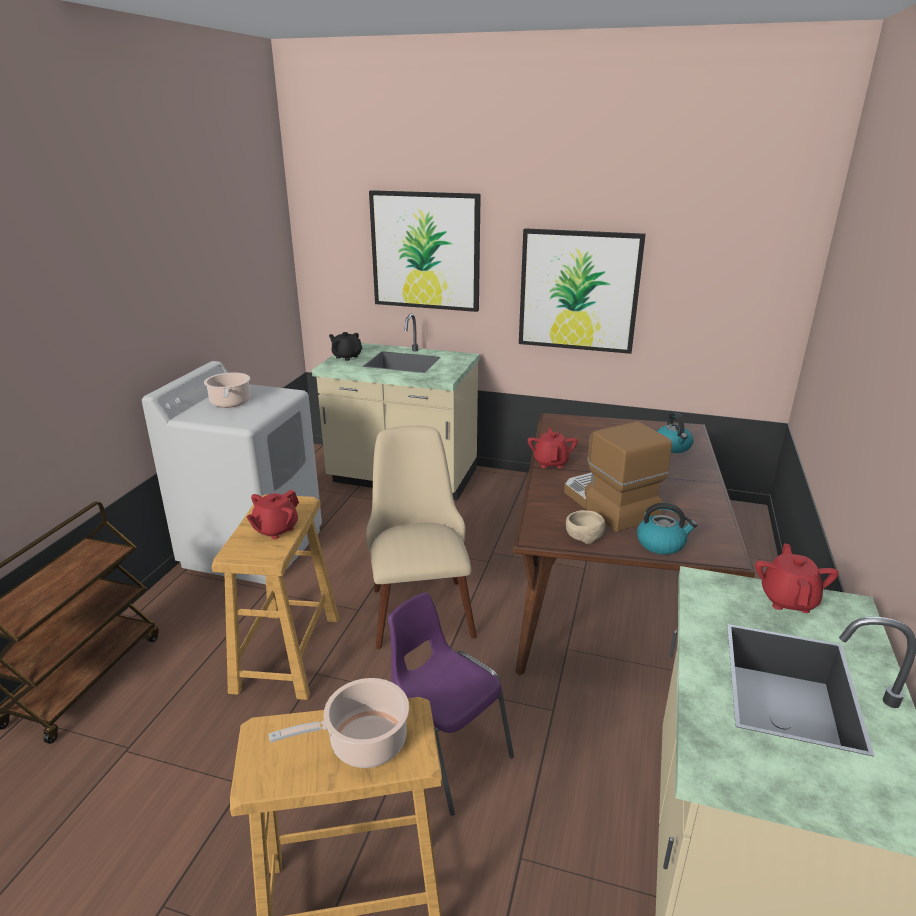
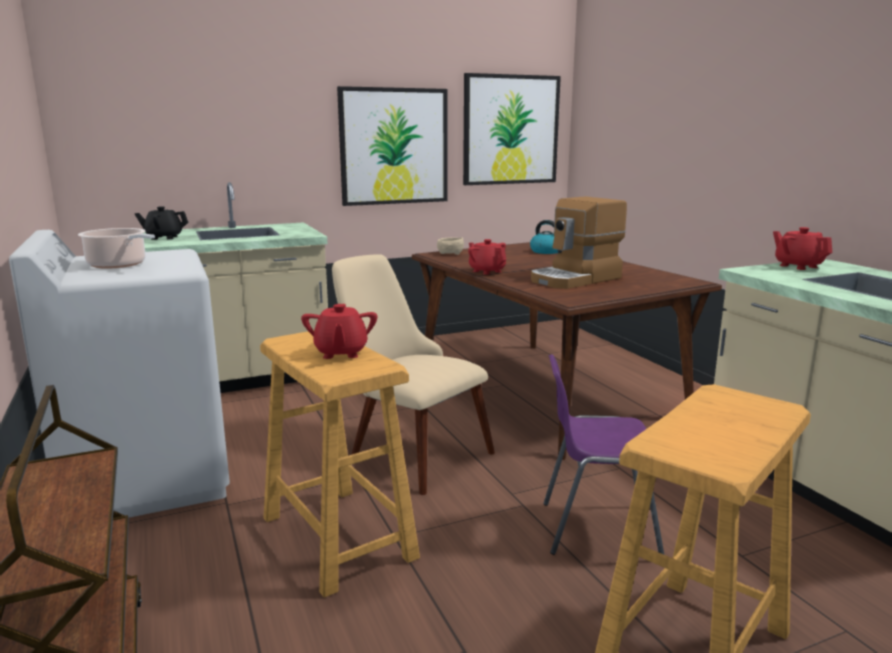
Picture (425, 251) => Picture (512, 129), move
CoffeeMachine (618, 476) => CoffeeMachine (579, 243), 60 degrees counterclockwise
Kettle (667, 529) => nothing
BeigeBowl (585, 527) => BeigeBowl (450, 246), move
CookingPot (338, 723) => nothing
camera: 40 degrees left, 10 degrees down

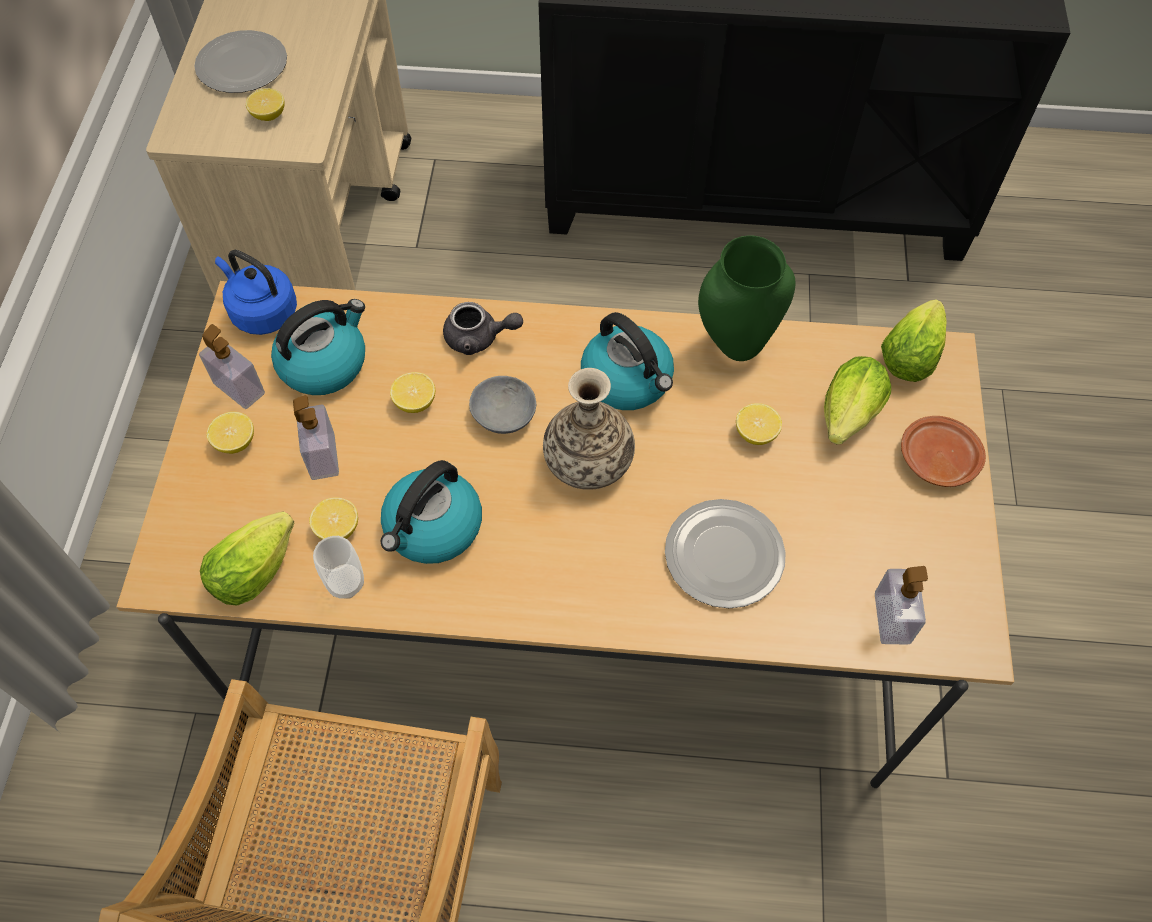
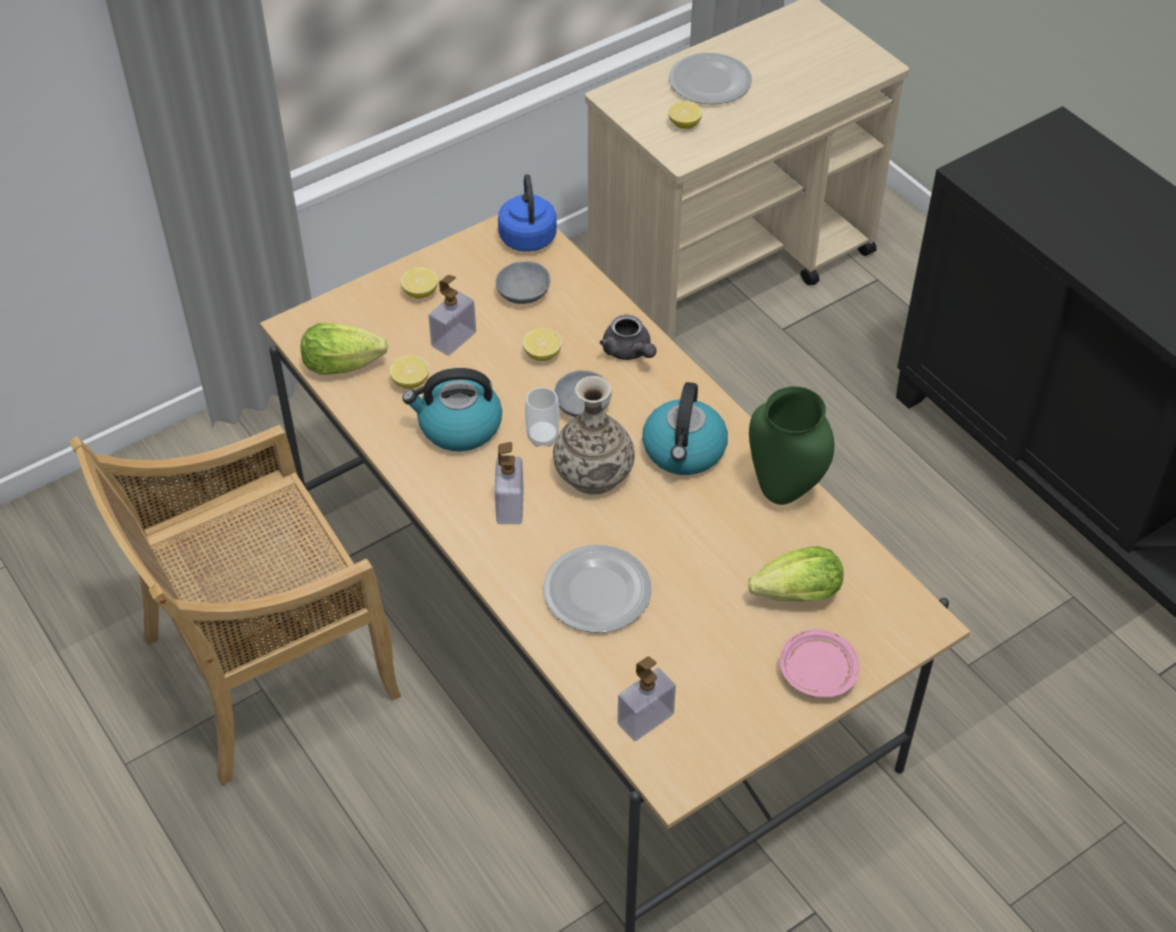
Kettle (318, 347) => GreyBowl (523, 282)
Lettuce (914, 340) => nothing
SoapDispenser (232, 366) => SoapDispenser (509, 483), move
Lemon (759, 424) => nothing
BrownPlate (943, 451) => PinkPlate (819, 663)
Cup (338, 567) => Cup (542, 417), move
camera: 50 degrees right, 10 degrees down

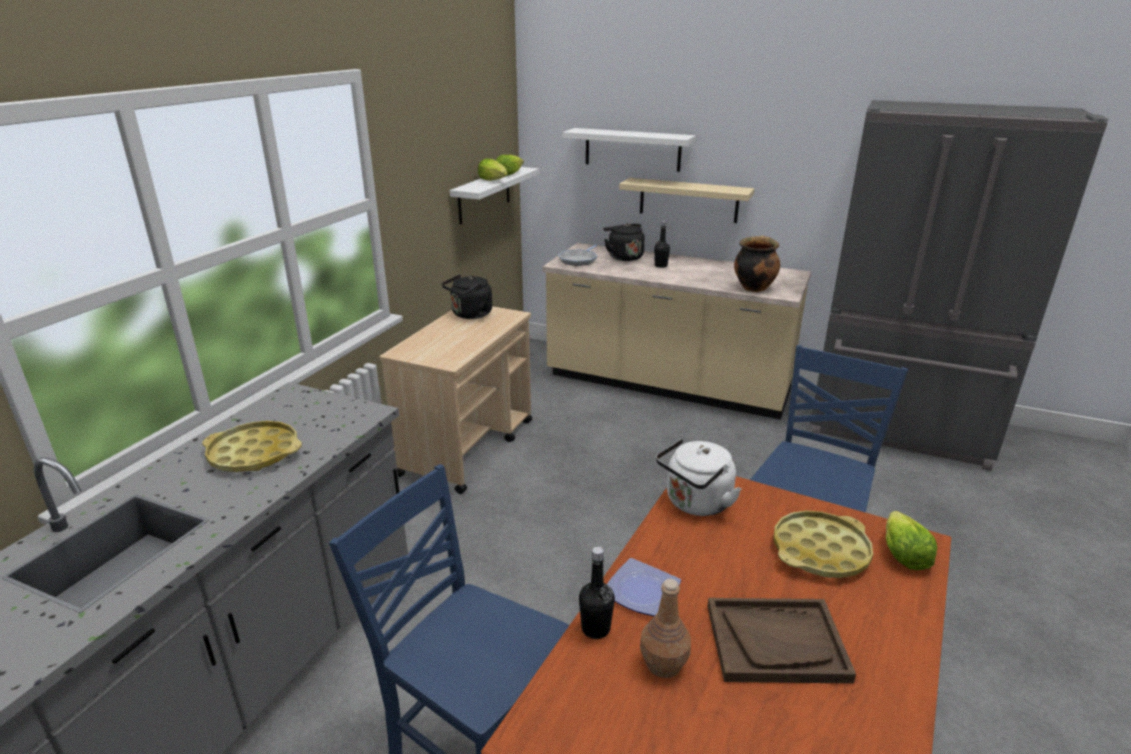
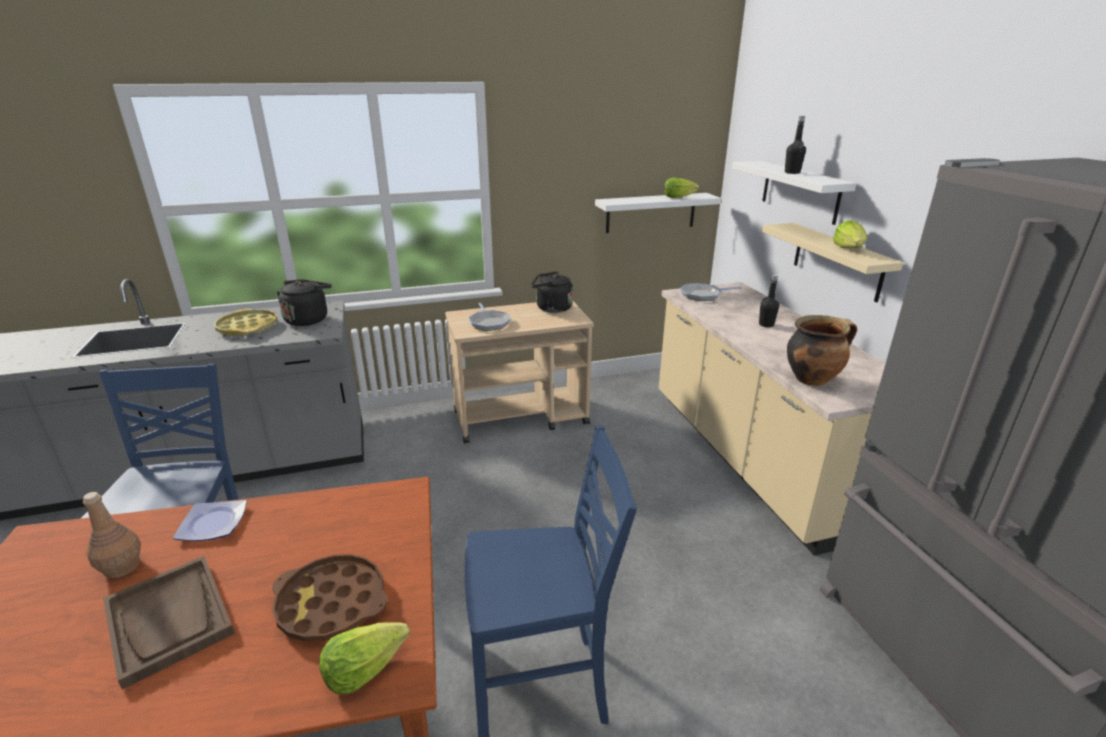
Lettuce (493, 170) => Lettuce (850, 234), move
BlackKettle (624, 242) => BlackKettle (304, 302), move
WhiteKettle (698, 477) => nothing
YellowTray (823, 544) => BrownTray (330, 598)
BlackBottle (597, 593) => BlackBottle (795, 145), move
nothing => FryingPan (489, 317)
camera: 50 degrees right, 0 degrees up

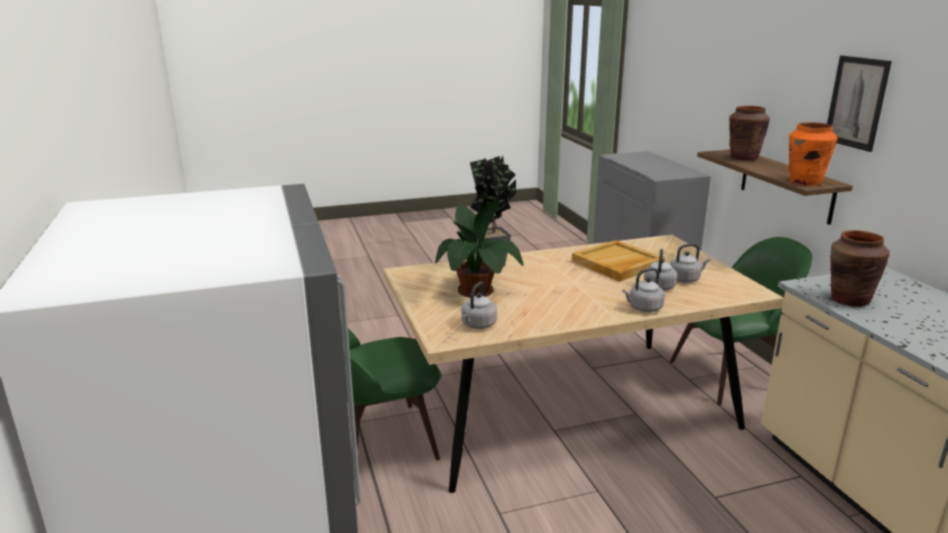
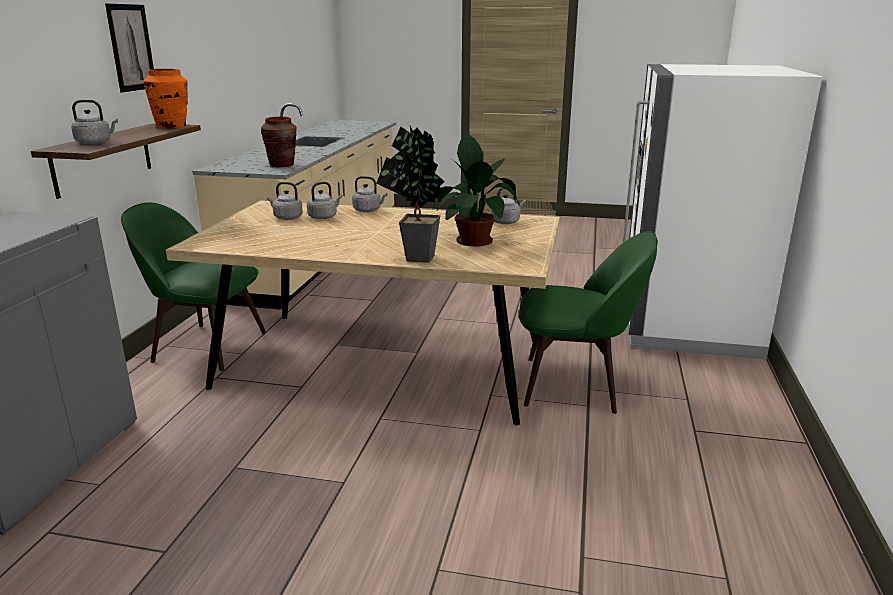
BrownVase (749, 133) => GreyKettle (95, 122)
BeigeTray (618, 261) => nothing
camera: 150 degrees left, 0 degrees up

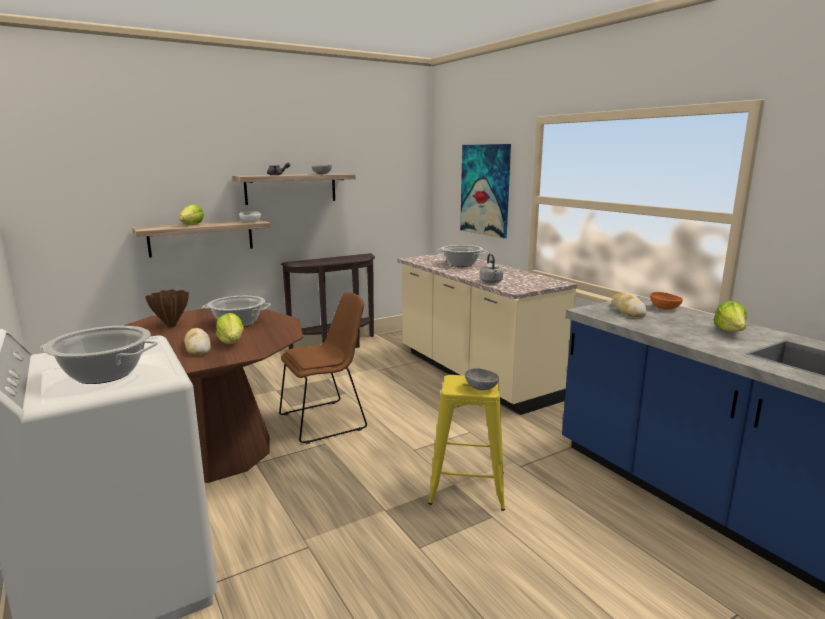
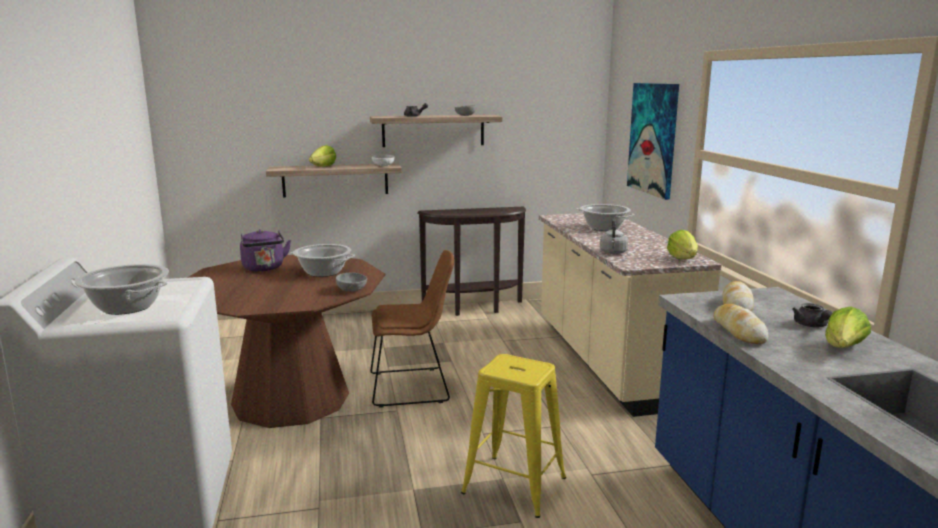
BrownVase (167, 308) => PurpleKettle (265, 250)
OrangeBowl (666, 301) => nothing
Lettuce (230, 328) => Lettuce (682, 244), move
Bread (197, 341) => Bread (740, 324), move
GreyBowl (482, 379) => GreyBowl (351, 282), move
nothing => GreyTeapot (812, 315)
camera: 20 degrees right, 0 degrees up

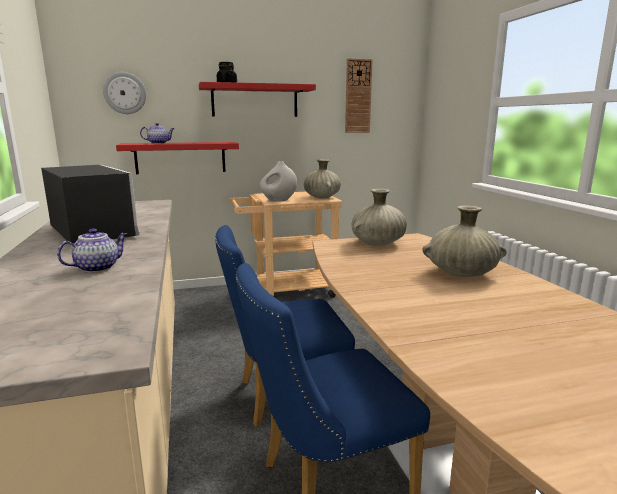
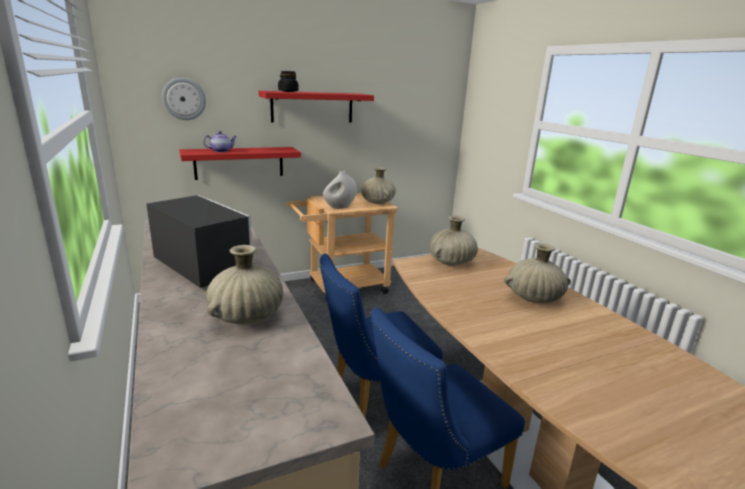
WallClock (359, 95) => nothing
Teapot (92, 250) => BeigeVase (244, 285)
camera: 10 degrees left, 5 degrees up

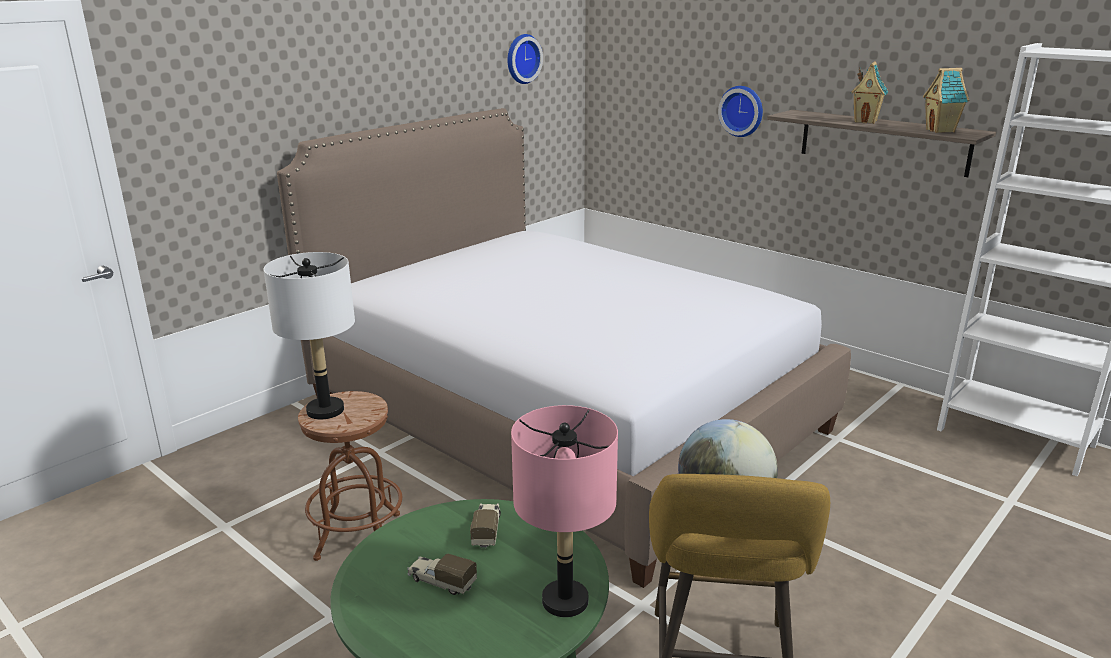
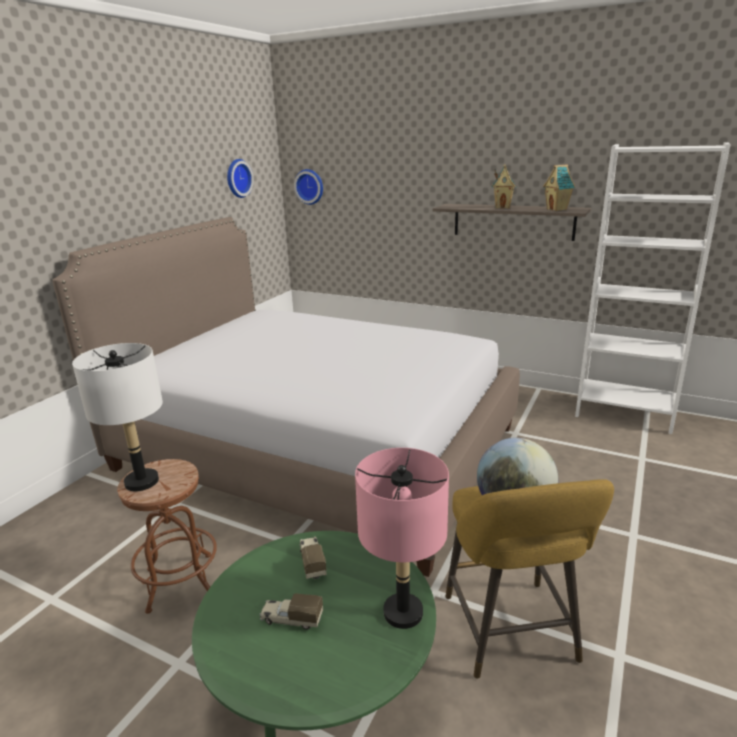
WallClock (740, 111) => WallClock (308, 187), move
camera: 15 degrees left, 0 degrees up

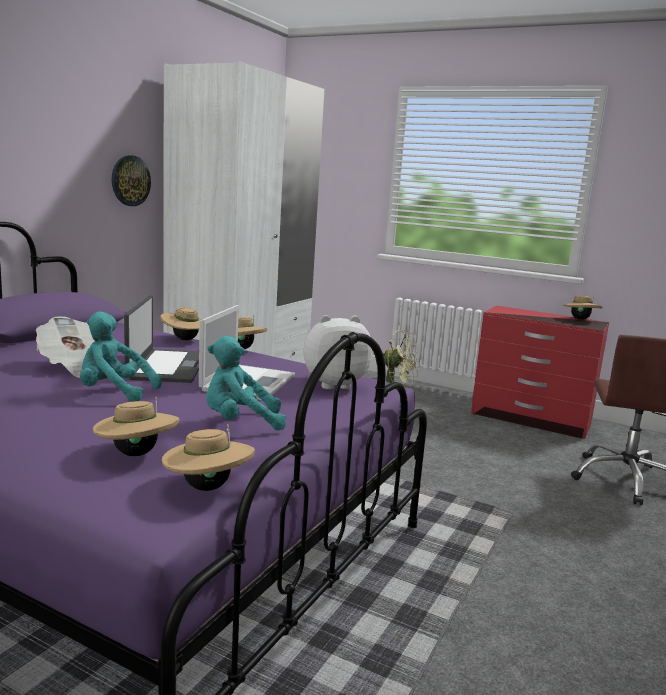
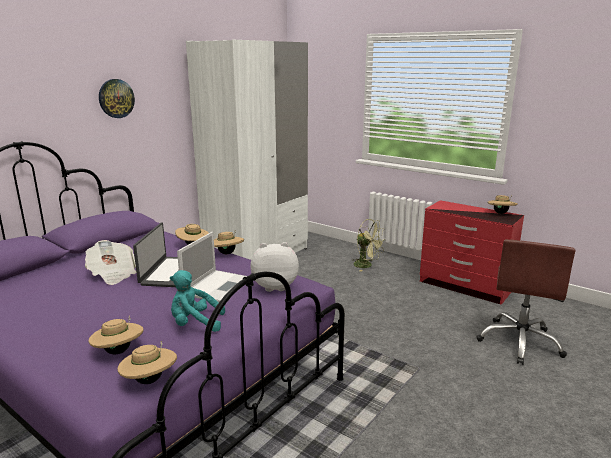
WallClock (131, 180) => WallClock (117, 98), move
TurquoisePlushToy (121, 356) => nothing
camera: 10 degrees right, 5 degrees up

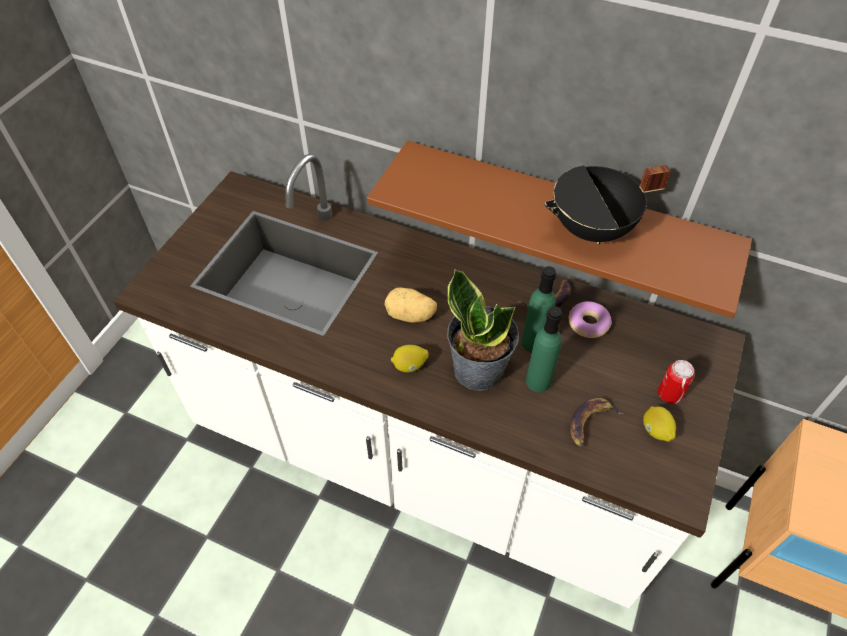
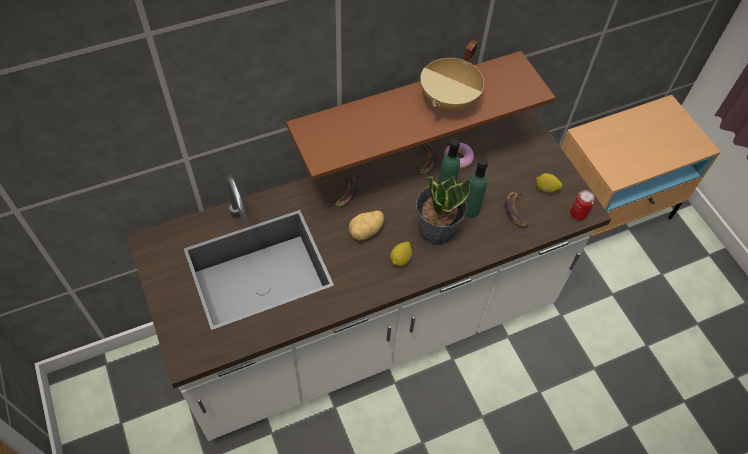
BlackCookingPot (607, 204) => BeigeCookingPot (452, 75)
Can (676, 382) => Can (582, 205), move
nothing => Banana (341, 190)
camera: 50 degrees left, 5 degrees up

